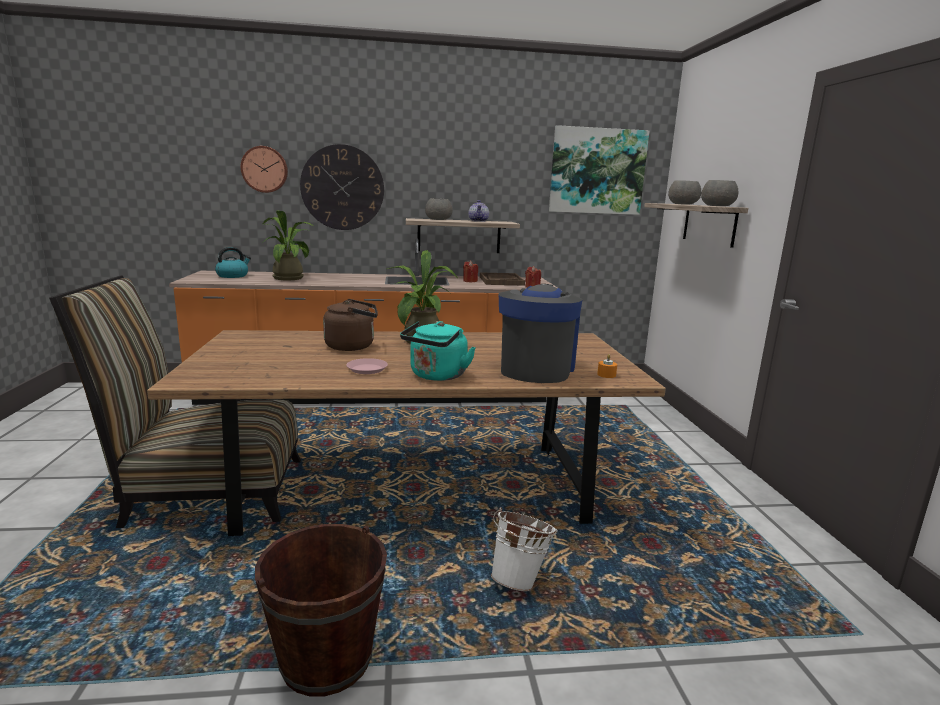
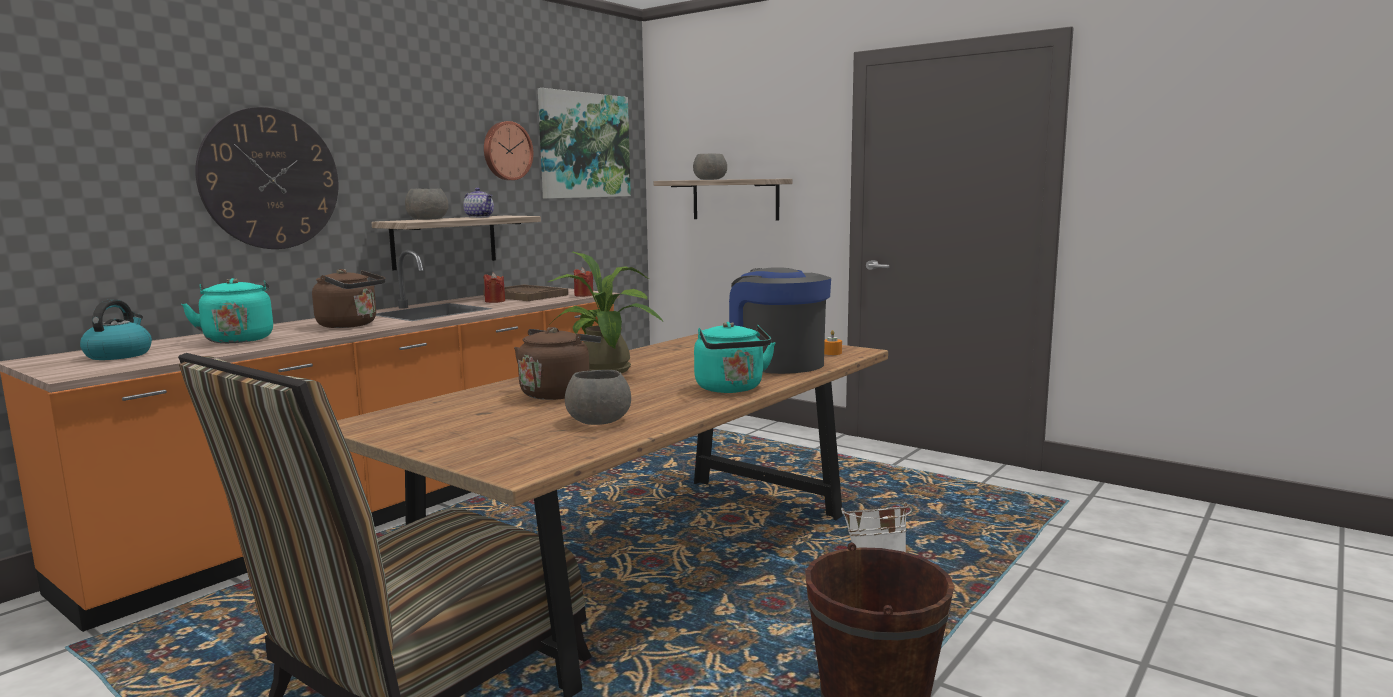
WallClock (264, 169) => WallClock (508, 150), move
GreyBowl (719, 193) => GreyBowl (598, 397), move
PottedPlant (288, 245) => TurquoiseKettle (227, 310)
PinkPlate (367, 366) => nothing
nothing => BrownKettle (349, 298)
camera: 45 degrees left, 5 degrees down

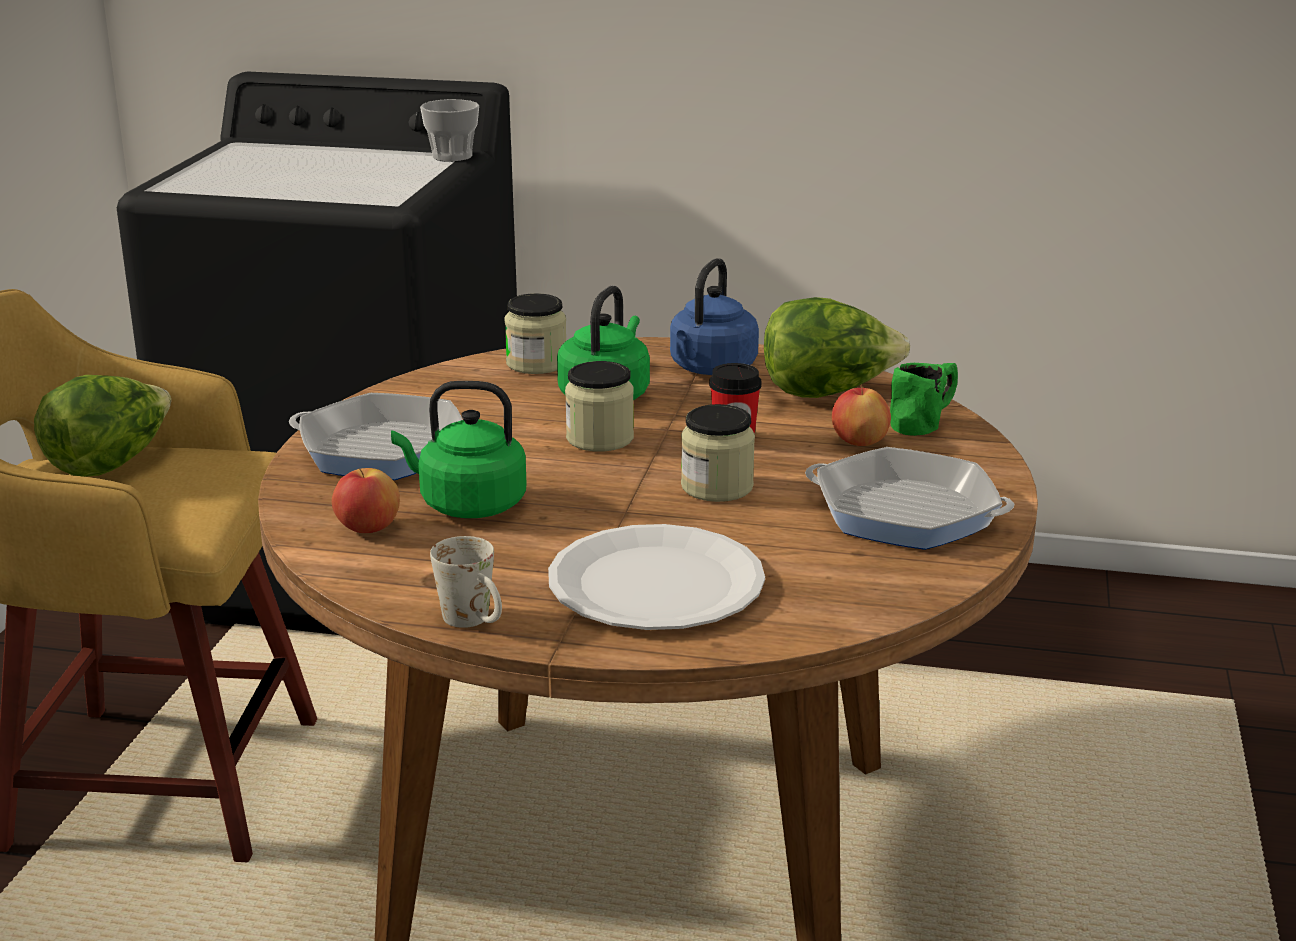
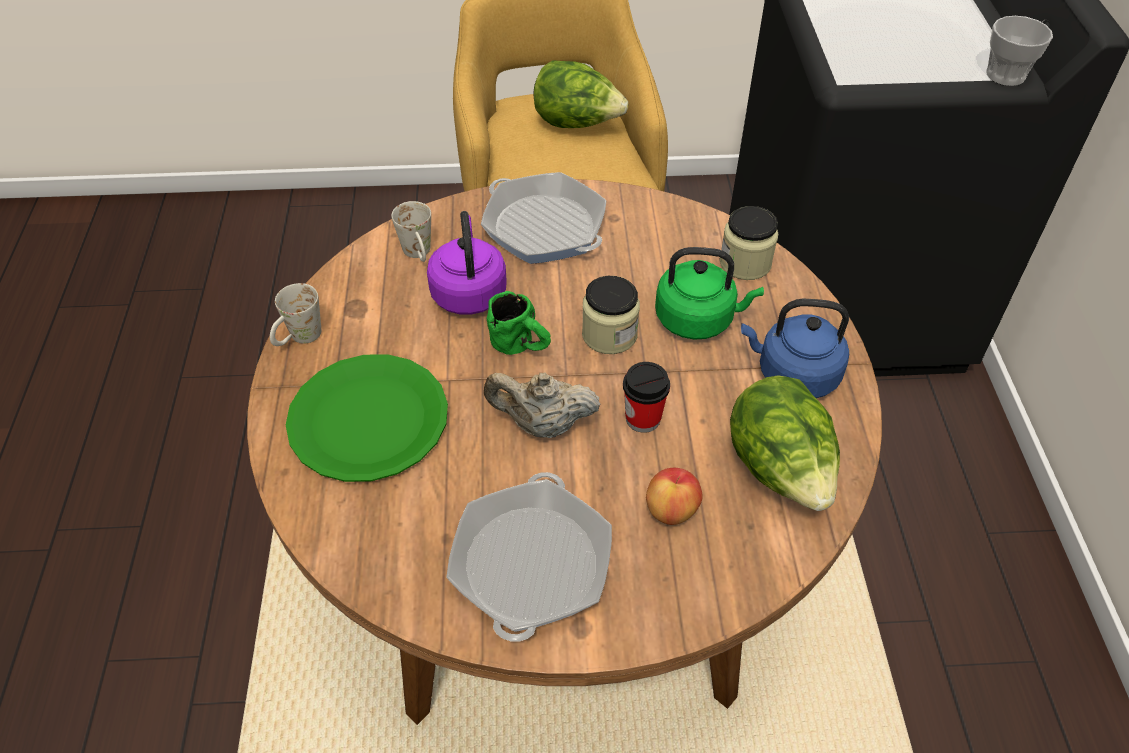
GreenMug (924, 399) => GreenMug (519, 323), move
GreenKettle (459, 449) => PurpleKettle (467, 263)
FryingPan (376, 436) => FryingPan (543, 218), 135 degrees clockwise
Jar (718, 453) => BeigeTeapot (542, 405)
Apple (366, 500) => WhiteMug (411, 231)
WhitePlate (656, 577) => GreenPlate (367, 418)
camera: 75 degrees right, 25 degrees up

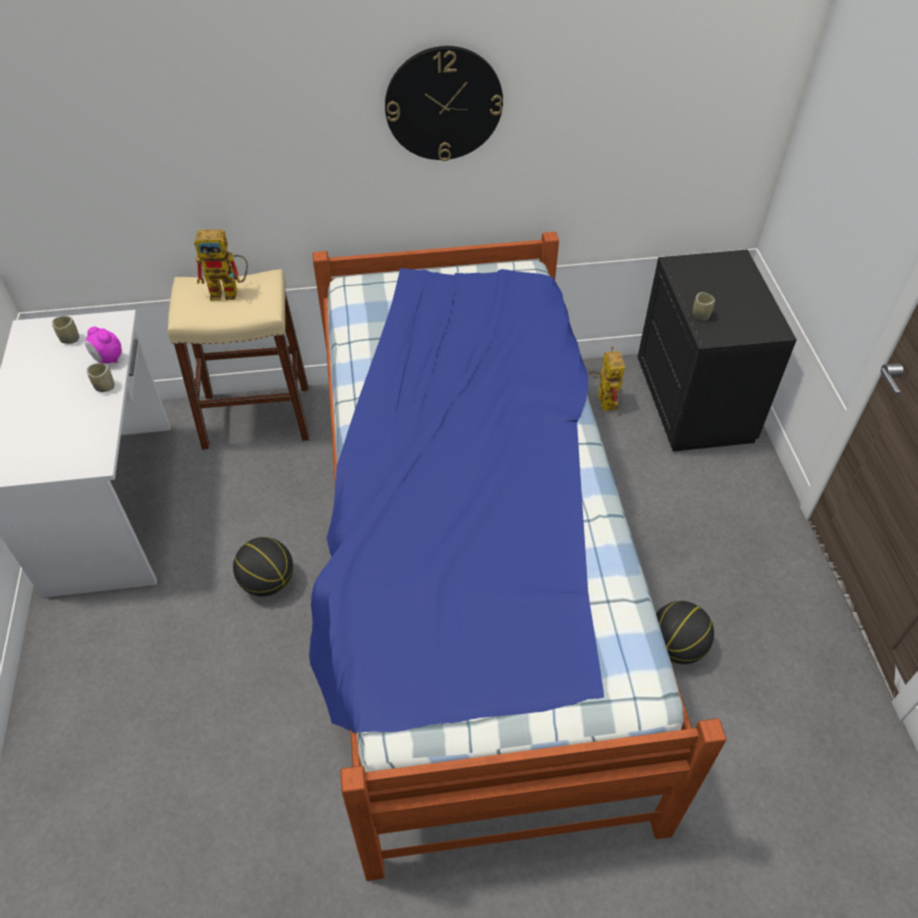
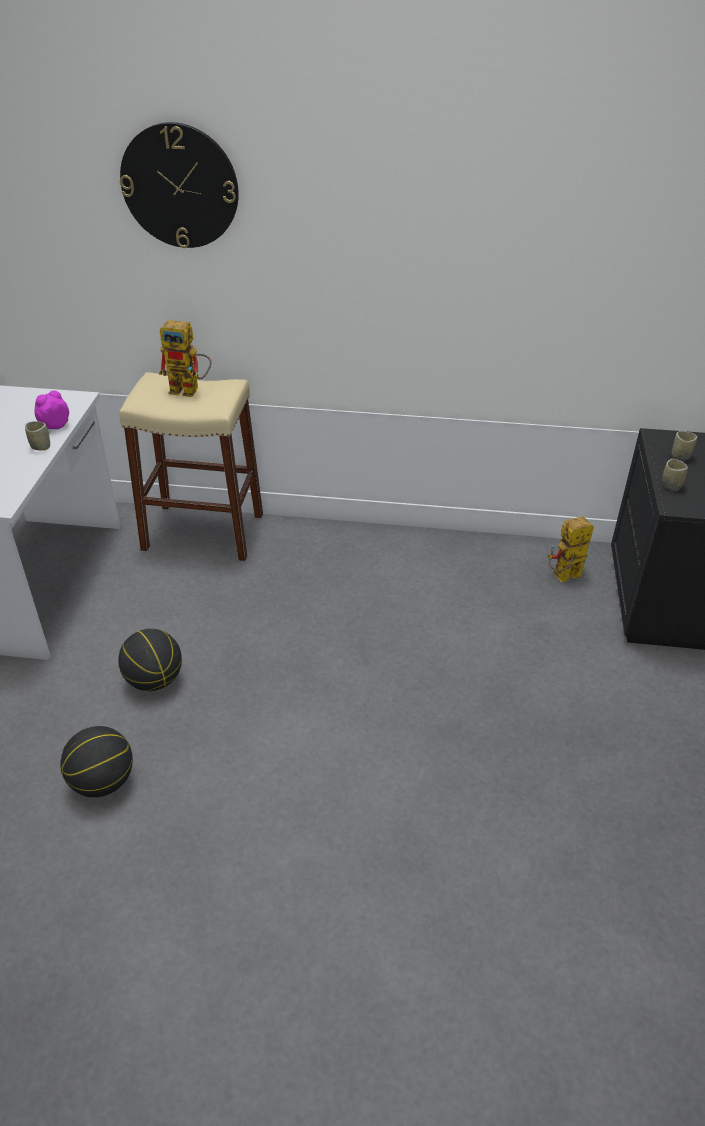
WallClock (444, 103) => WallClock (179, 185), move
Bed (518, 556) => nothing
Cup (65, 330) => Cup (684, 445), move
AlarmClock (103, 345) => AlarmClock (52, 410), 90 degrees clockwise
ToyRobot (607, 378) => ToyRobot (571, 549), 120 degrees counterclockwise
Basketball (685, 632) => Basketball (96, 761), move
camera: 15 degrees right, 10 degrees down

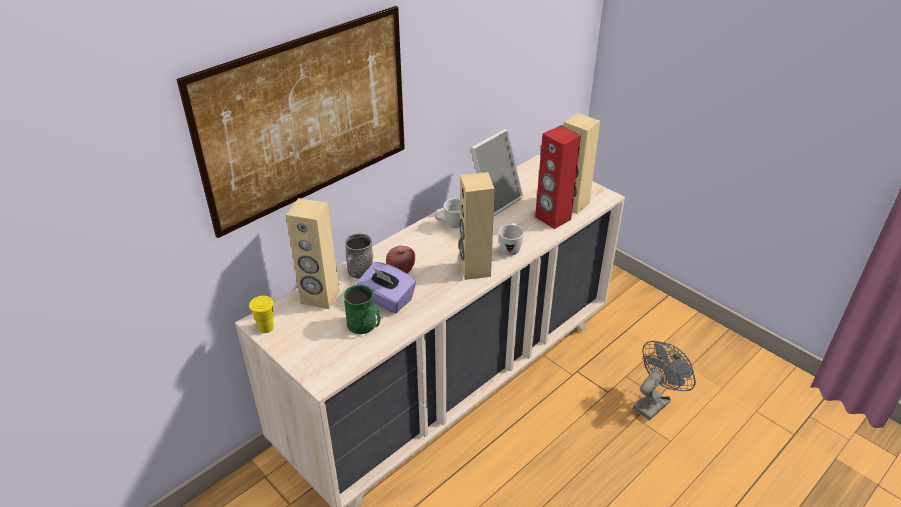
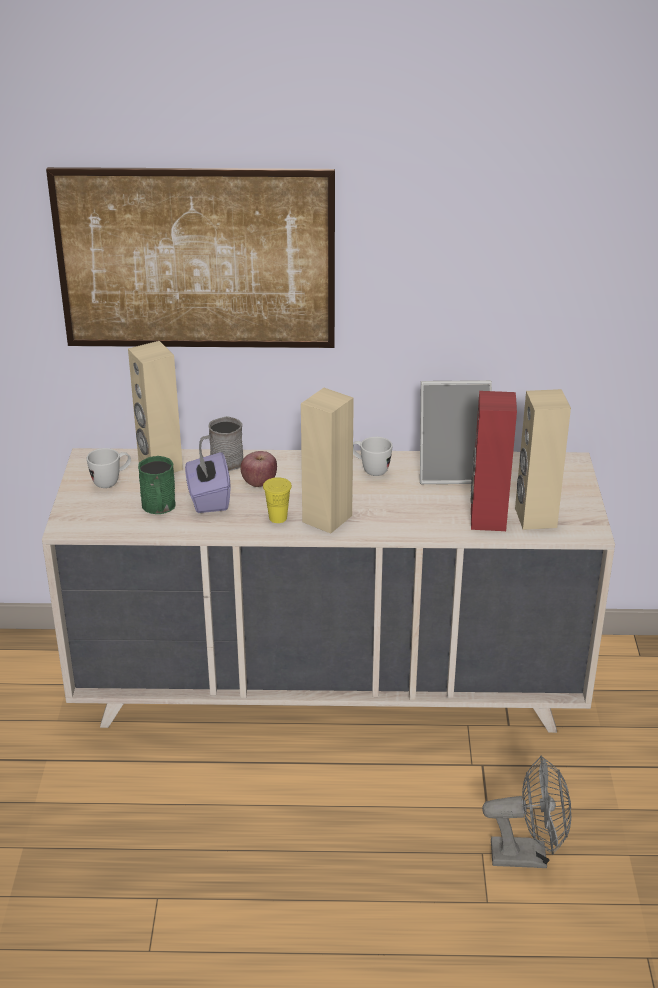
WhiteMug (511, 239) => WhiteMug (109, 468), move
YellowCup (261, 314) => YellowCup (277, 500), move
camera: 45 degrees right, 5 degrees down

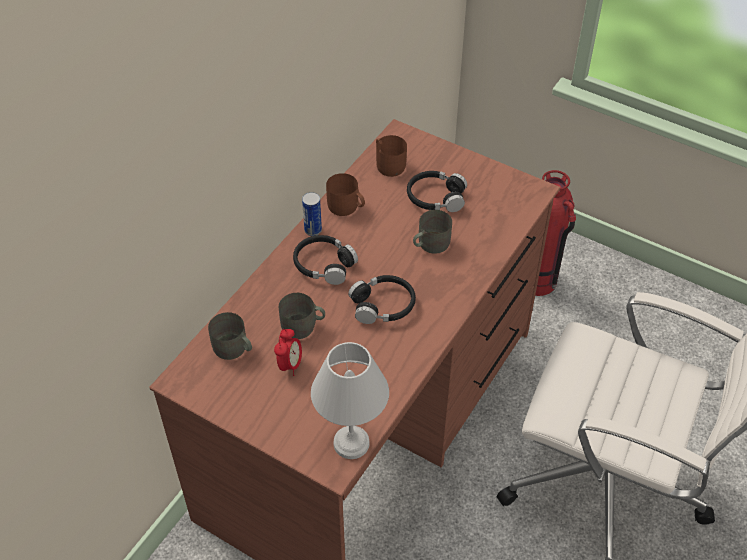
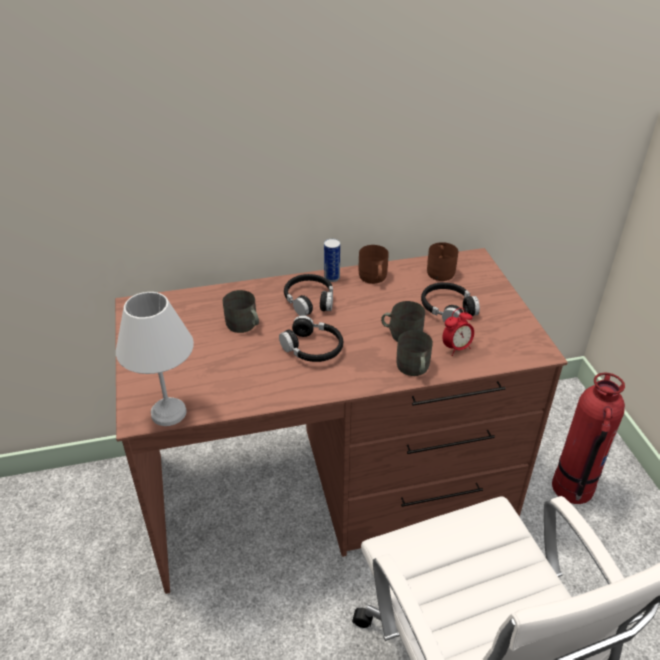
GreyMug (230, 336) => GreyMug (414, 353), move
AlarmClock (288, 352) => AlarmClock (458, 332), move
camera: 45 degrees right, 10 degrees down

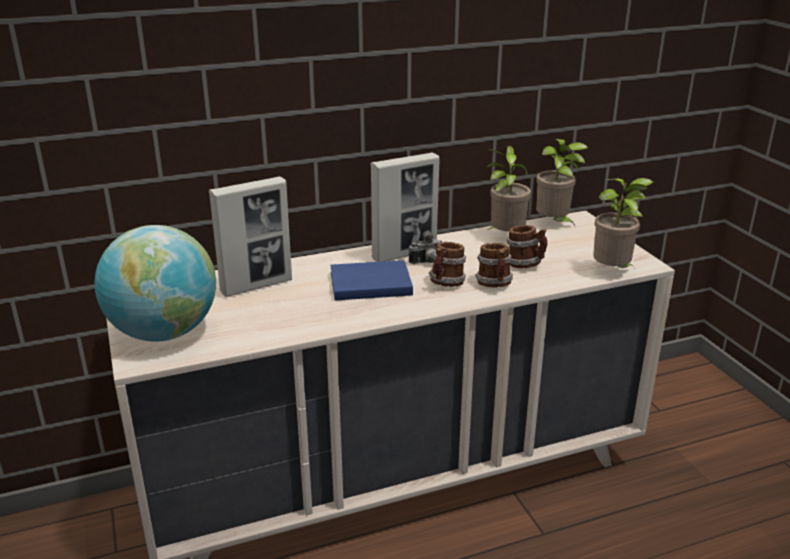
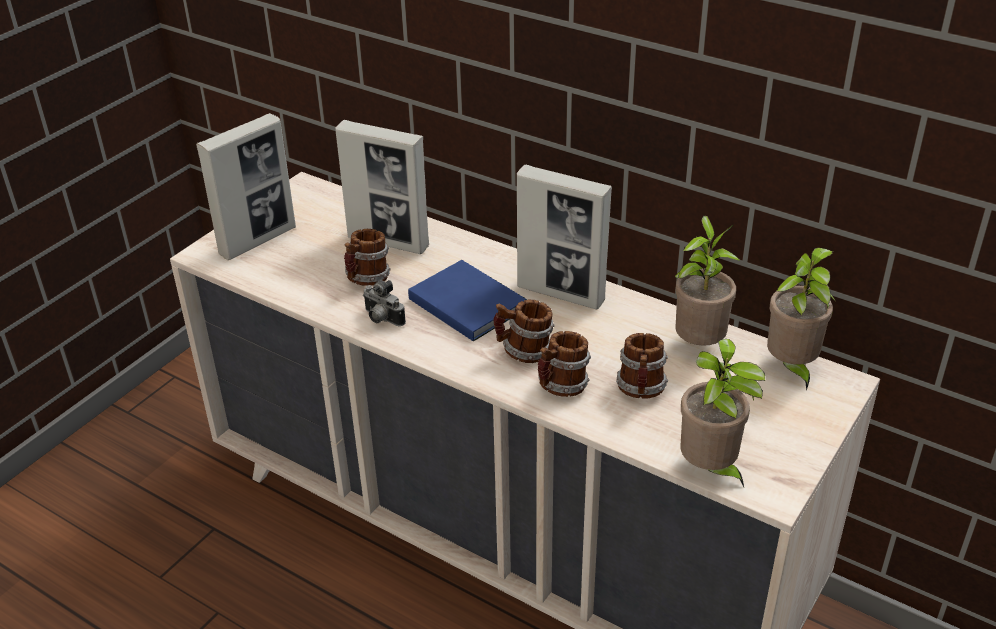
Globe (155, 283) => PictureFrame (246, 186)
PhotoCamera (425, 247) => PhotoCamera (384, 303), move
nothing => Mug (367, 257)
camera: 55 degrees right, 10 degrees up

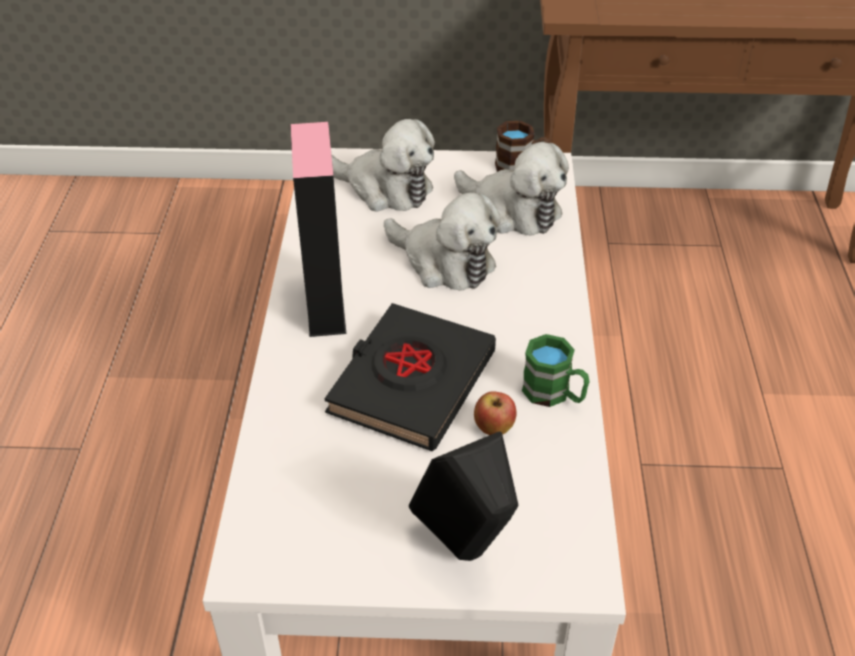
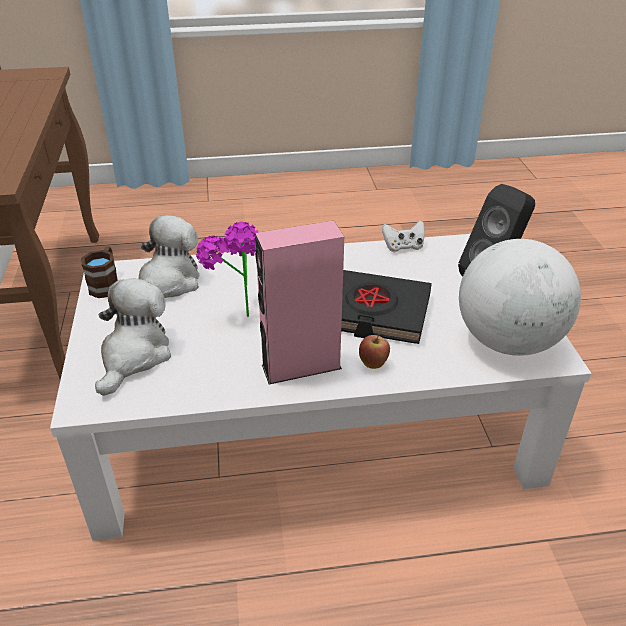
PlushToy (442, 241) => PottedPlant (227, 269)
GreenMug (556, 370) => nothing
Apple (495, 413) => Apple (374, 351), move
nothing => WhiteGameController (403, 236)
nothing => Globe (520, 297)
camera: 100 degrees left, 5 degrees down

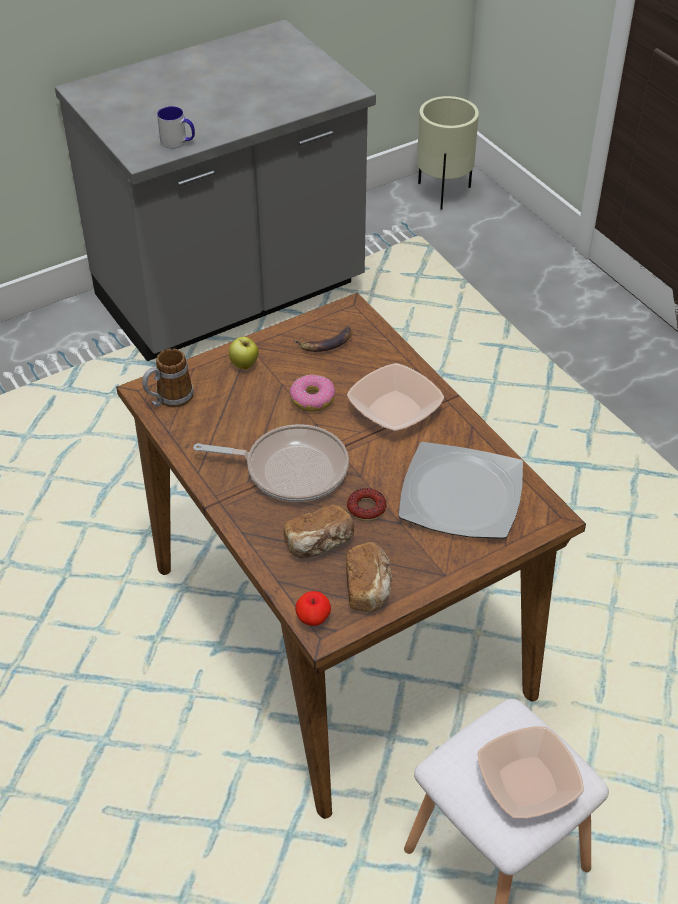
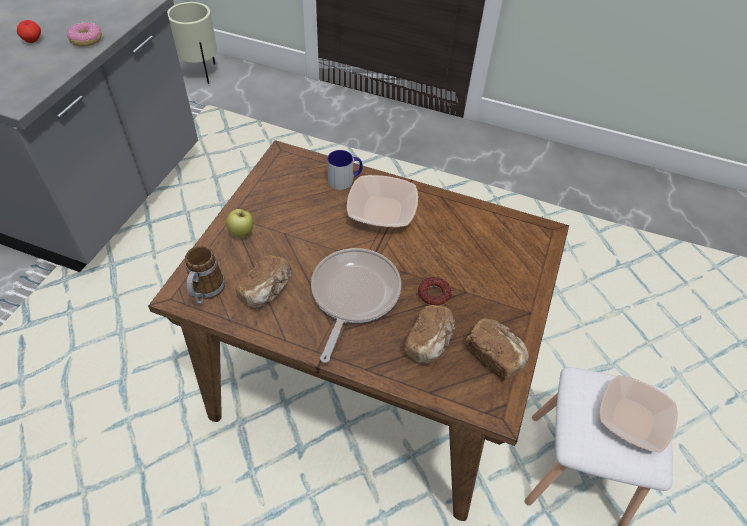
Mug (176, 127) => Mug (345, 170), move
Banana (323, 339) => nothing
Donut (313, 393) => Donut (84, 34), move
FryingPan (271, 463) => FryingPan (356, 305), 45 degrees counterclockwise
Plate (460, 490) => nothing
Apple (313, 608) => Apple (29, 31), move
nothing => Bread (263, 282)
camera: 40 degrees left, 5 degrees up

